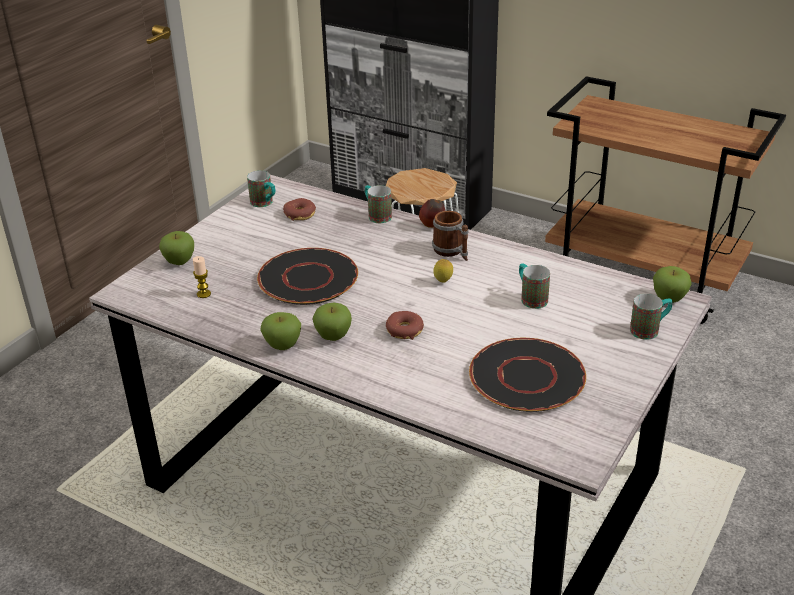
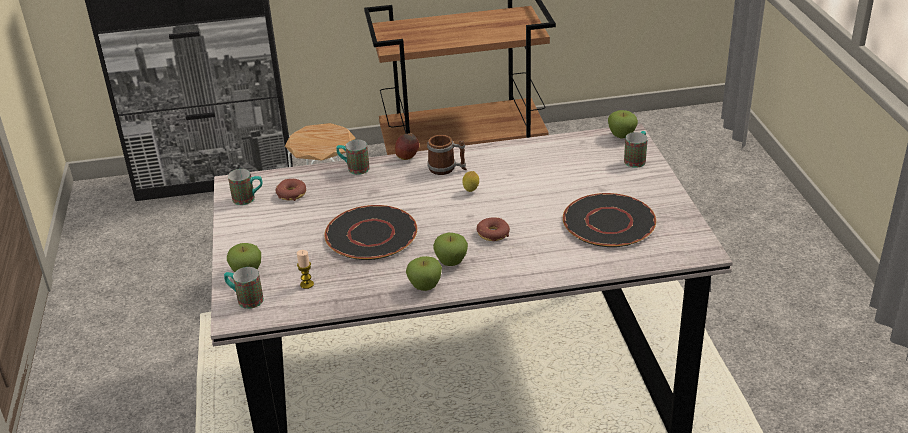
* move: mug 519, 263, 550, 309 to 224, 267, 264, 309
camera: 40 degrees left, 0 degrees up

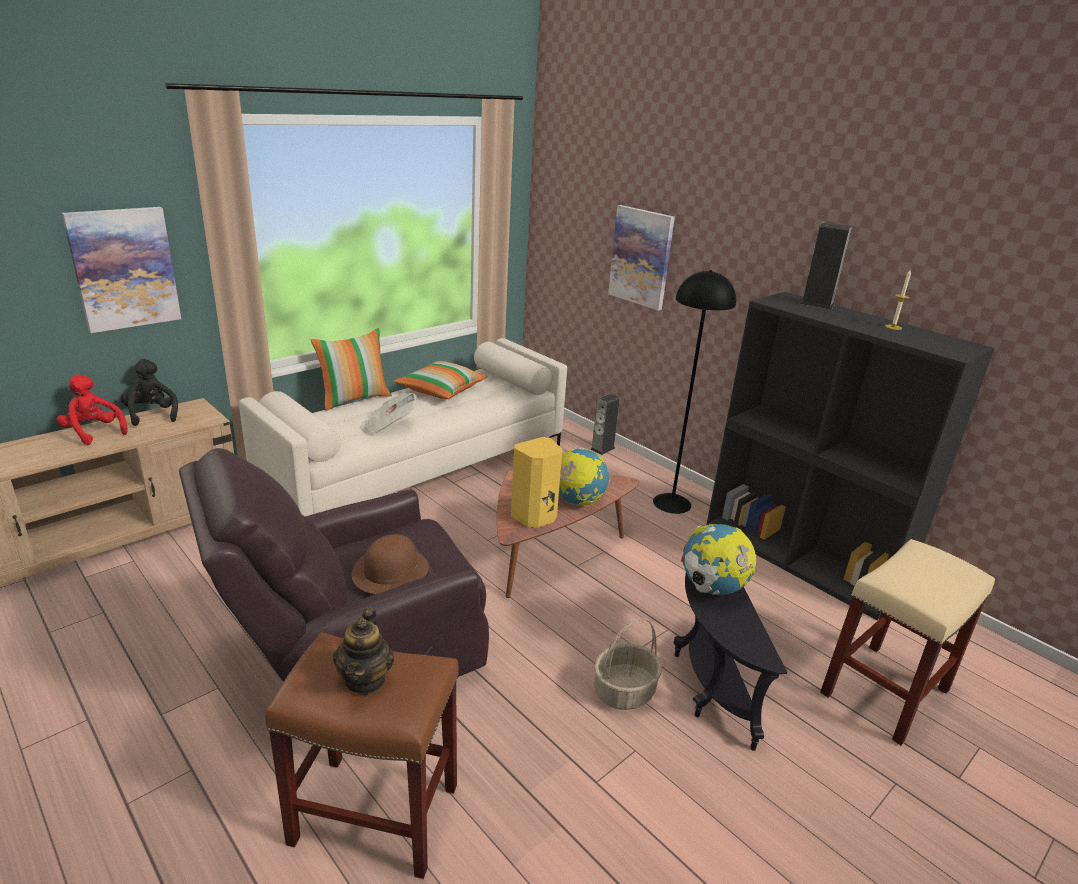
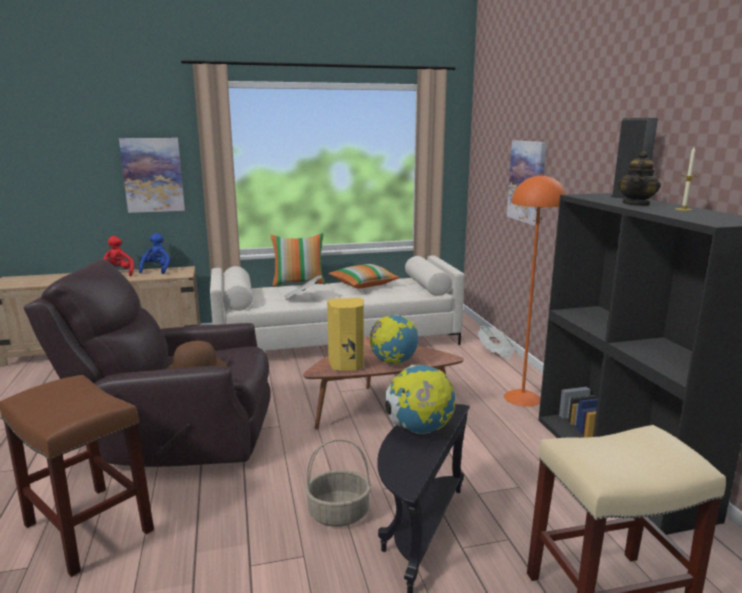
* move: teapot 333, 607, 394, 695 to 618, 151, 661, 206
* replace: speaker 590, 394, 620, 455 to newspaper 477, 326, 516, 359
* recolor: plush toy/black 120, 359, 178, 426 to plush toy/blue 139, 233, 170, 274
* recolor: floor lamp/black 653, 270, 736, 514 to floor lamp/orange 504, 174, 567, 407
camera: 30 degrees right, 10 degrees down

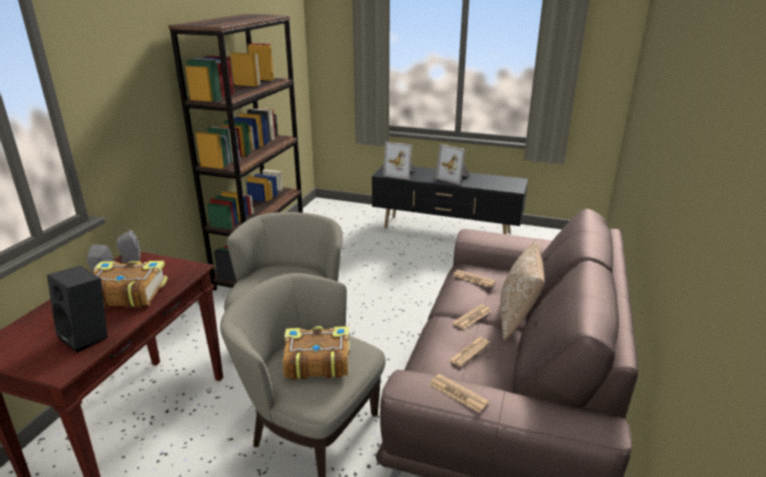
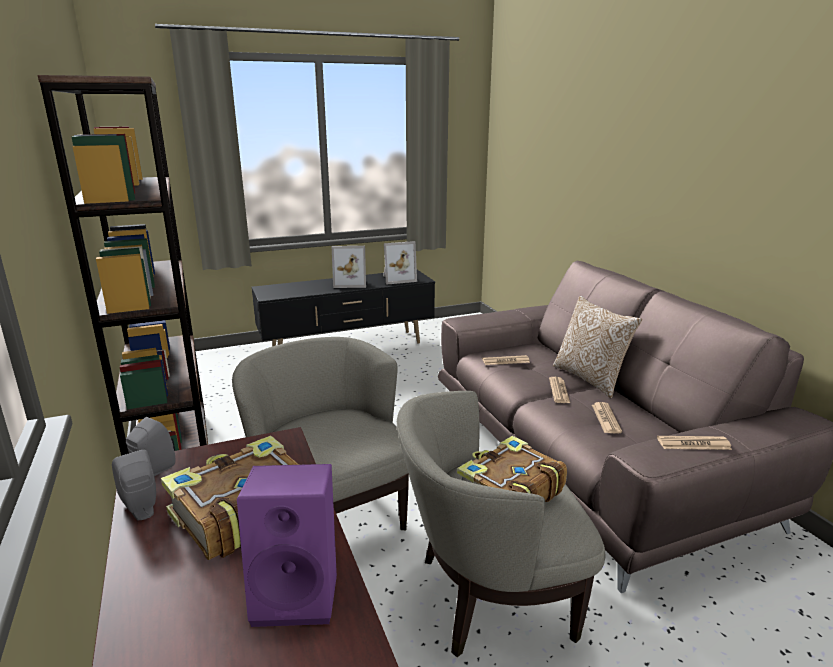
* move: picture frame 383, 142, 414, 180 to 383, 241, 417, 285
* recolor: speaker/black 47, 266, 108, 353 to speaker/purple 237, 464, 337, 627
camera: 40 degrees left, 5 degrees down

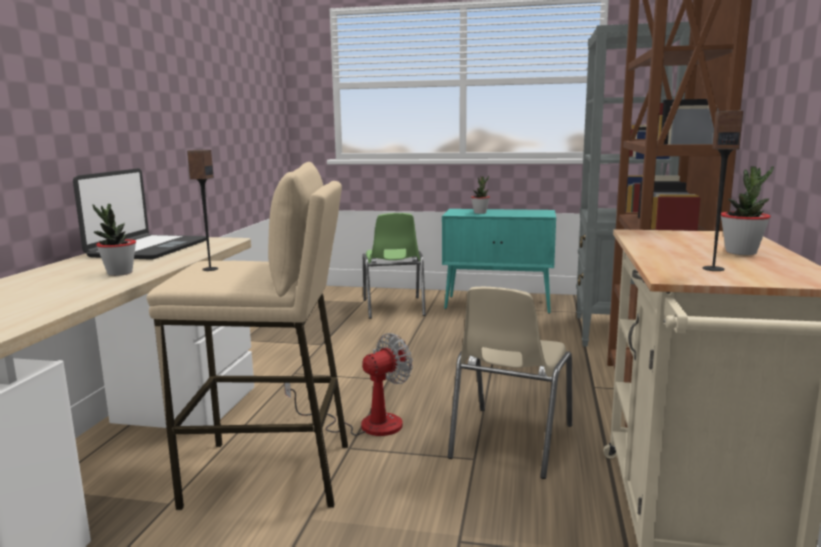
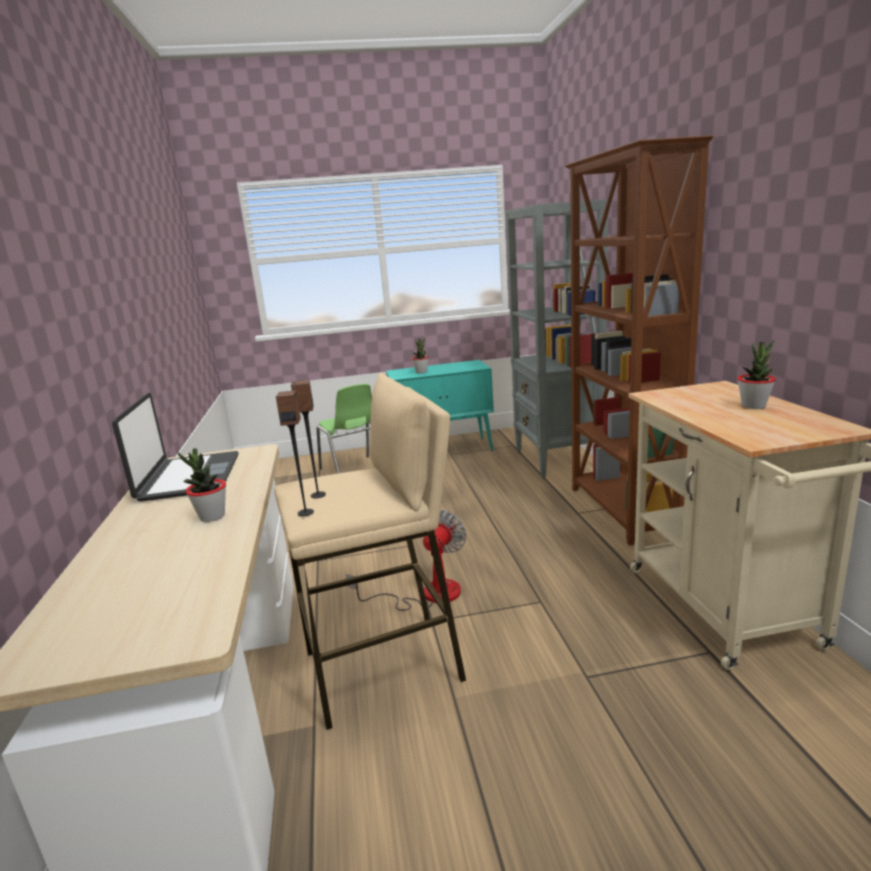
* delete: chair/beige 448, 287, 572, 479
* move: speaker 703, 111, 743, 271 to 276, 391, 314, 517
camera: 20 degrees left, 5 degrees up

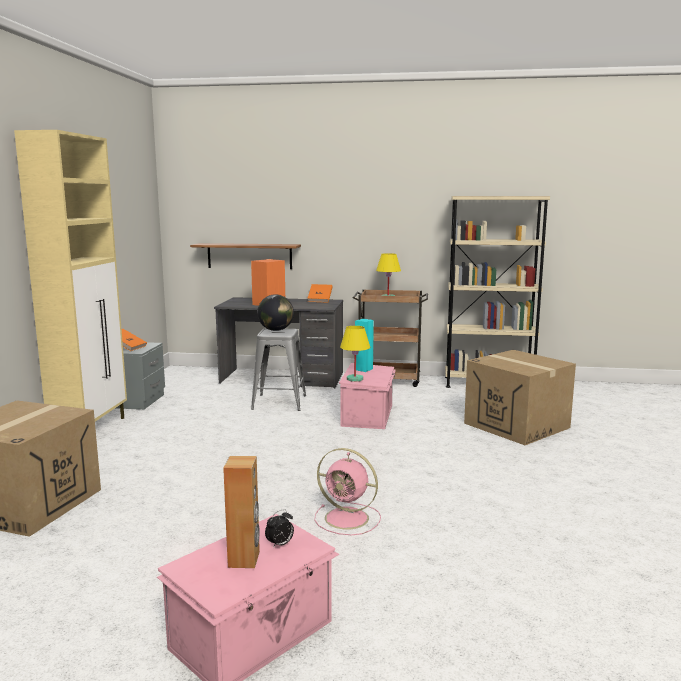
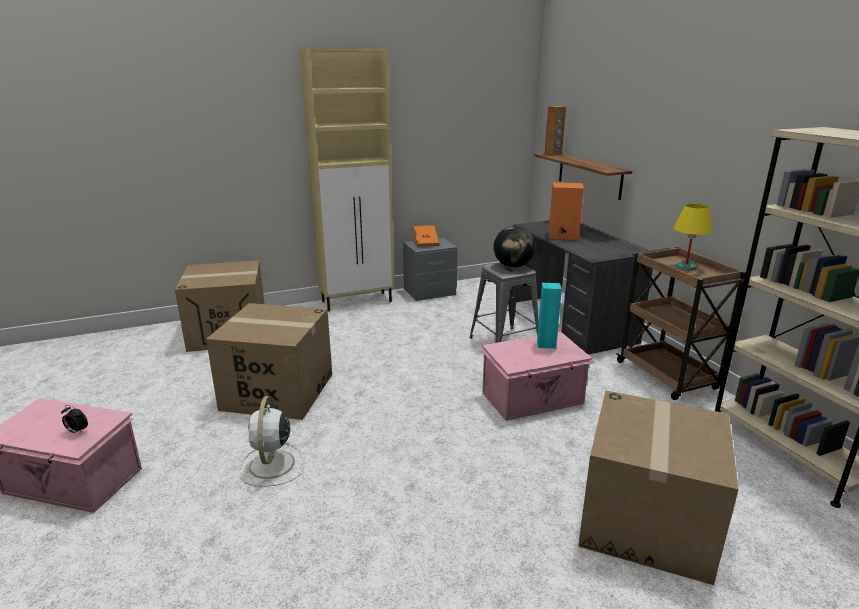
* delete: book/orange 308, 284, 333, 303
* delete: table lamp/yellow 340, 326, 370, 382
* insert: cardboard box 206, 303, 332, 420
* move: speaker/brown 223, 456, 260, 568 to 545, 106, 566, 156
* recolor: fan/pink 314, 448, 381, 536 to fan/white 239, 396, 304, 487
camera: 60 degrees right, 10 degrees up

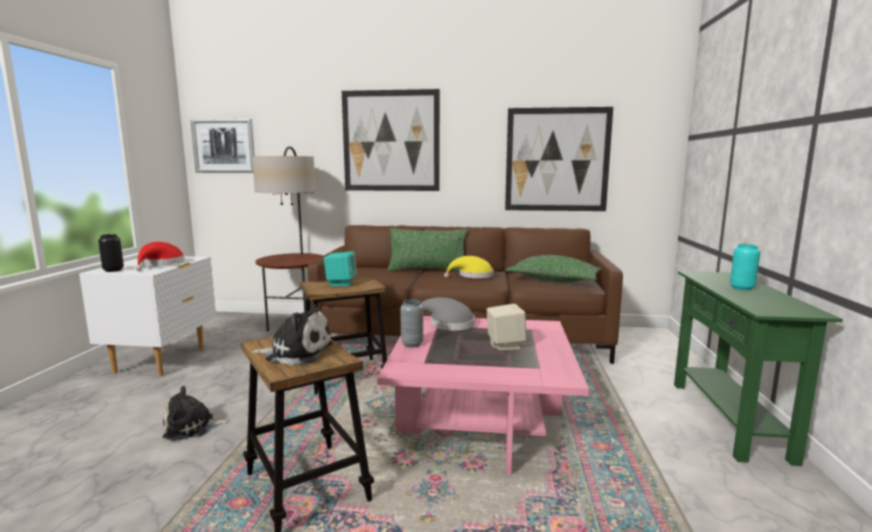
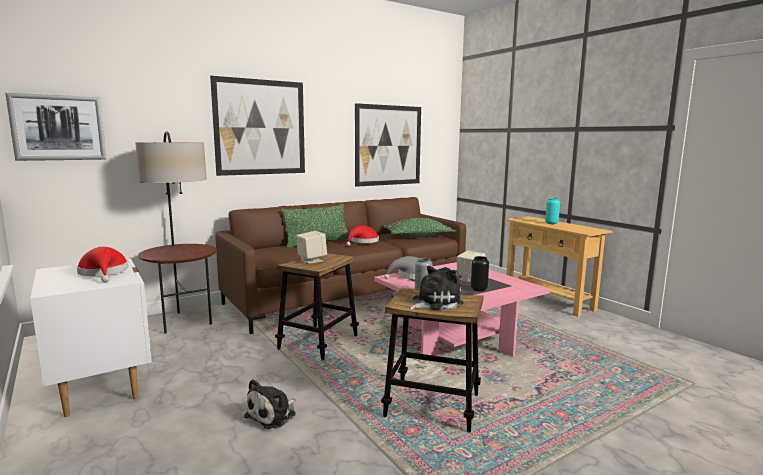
* move: vase/black 98, 234, 124, 272 to 471, 256, 489, 292
* recolor: speaker/turquoise 324, 251, 357, 286 to speaker/beige 296, 231, 327, 264
* recolor: hat/yellow 444, 256, 493, 278 to hat/red 346, 225, 379, 246
* recolor: console table/green 674, 271, 843, 466 to console table/beige 504, 216, 613, 317
camera: 40 degrees left, 0 degrees up

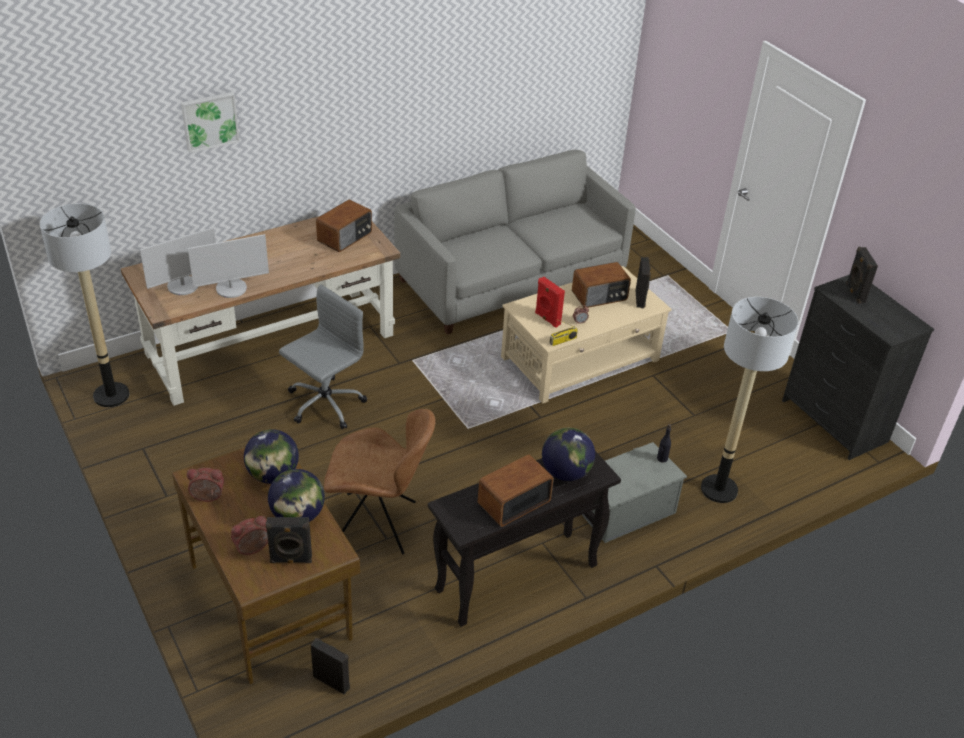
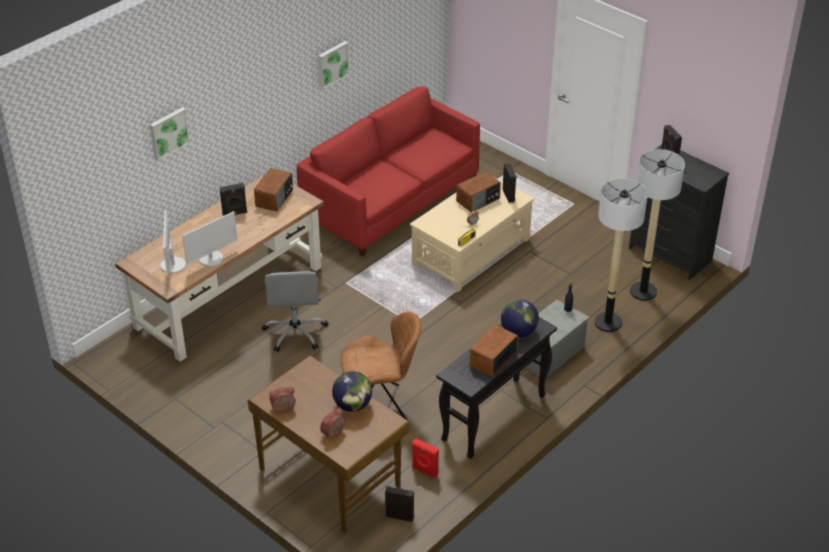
* delete: globe 244, 429, 299, 484
* insert: picture 318, 41, 350, 90
* move: floor lamp 40, 204, 129, 407 to 630, 149, 685, 301
* move: speaker/black 265, 517, 312, 563 to 219, 183, 247, 216
* move: speaker/red 535, 277, 565, 328 to 412, 438, 439, 478
* recolor: sofa/grey 394, 150, 636, 335 to sofa/red 297, 86, 480, 257
* rotate: monitor 140, 228, 216, 295 = 161, 210, 186, 277 135 degrees clockwise
* rotate: office chair/grey 279, 284, 367, 429 = 262, 271, 328, 352 150 degrees clockwise
camera: 15 degrees left, 0 degrees up

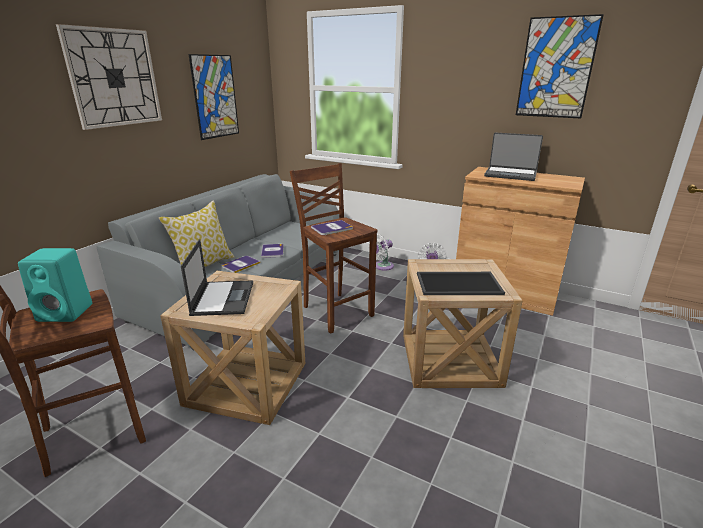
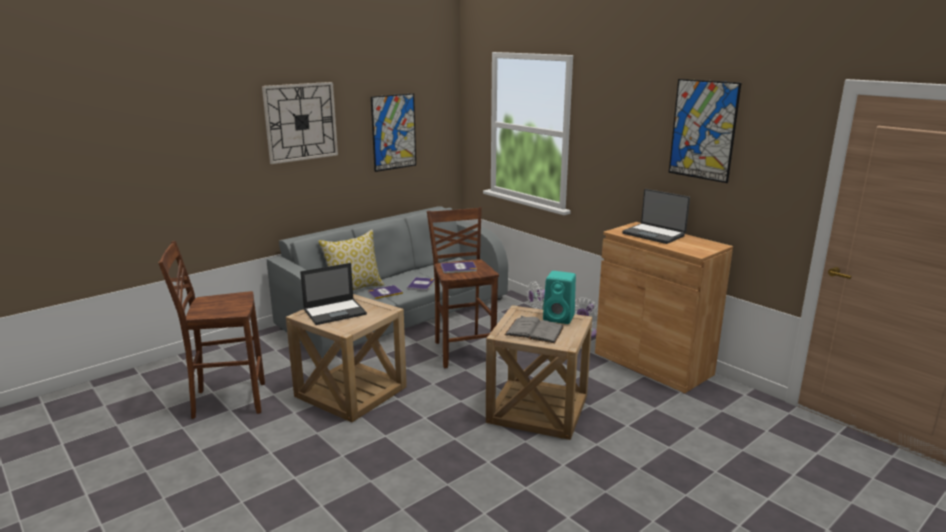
* move: speaker/turquoise 18, 248, 92, 322 to 543, 271, 576, 324
* replace: tray 417, 272, 505, 295 to book/grey 505, 316, 564, 343
* rotate: laptop 181, 239, 253, 316 = 300, 263, 367, 325 45 degrees clockwise
camera: 20 degrees right, 5 degrees down

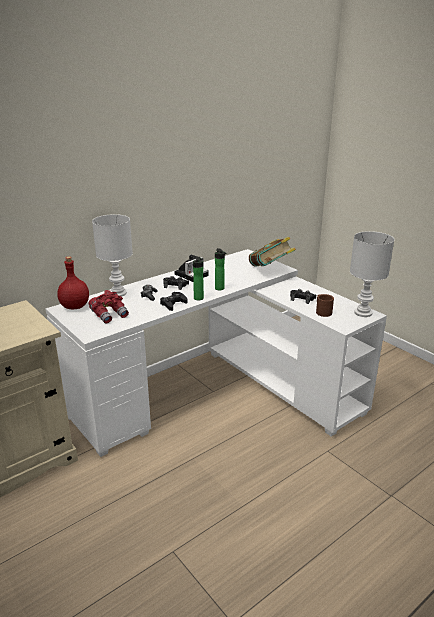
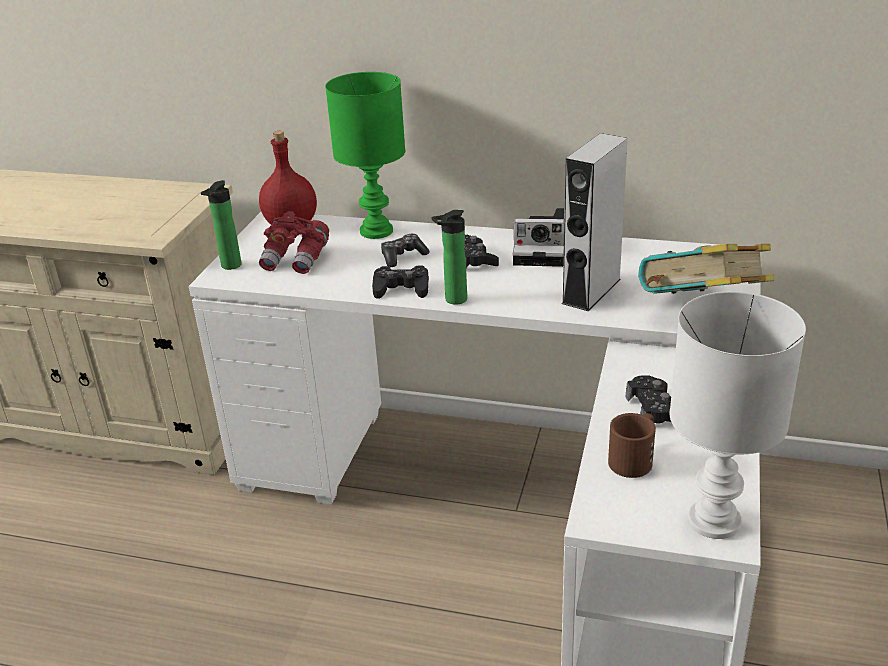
* insert: speaker/grey 562, 133, 628, 311
* move: bottle 215, 248, 227, 290 to 201, 180, 242, 270
* recolor: table lamp/white 92, 214, 133, 297 to table lamp/green 325, 72, 405, 239
camera: 55 degrees right, 5 degrees up

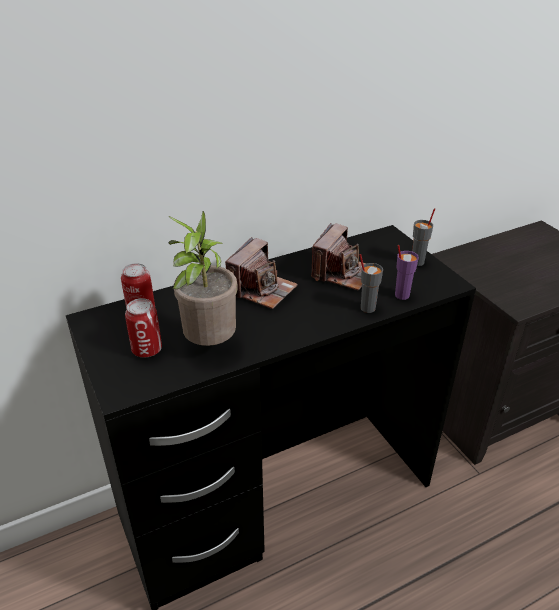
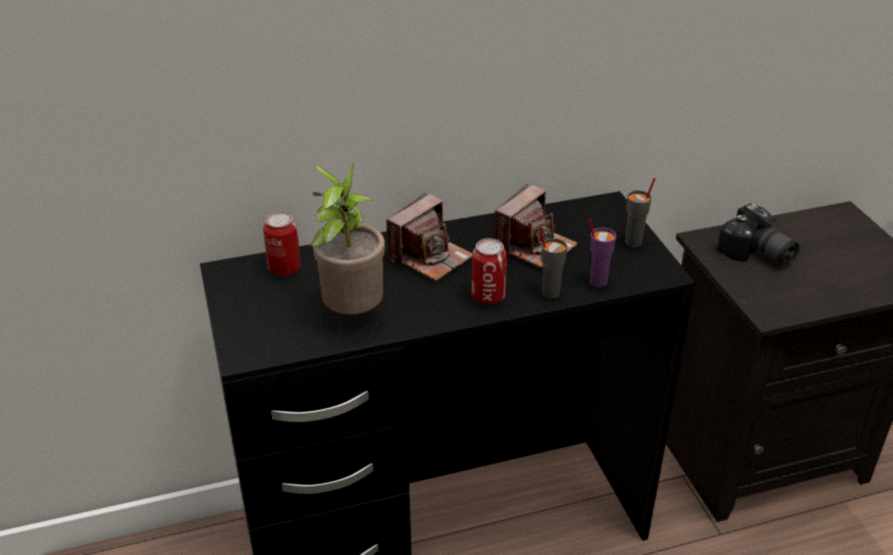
* insert: photo camera 717, 203, 800, 265
* move: can 125, 298, 162, 358 to 471, 238, 507, 304
camera: 10 degrees right, 0 degrees up

